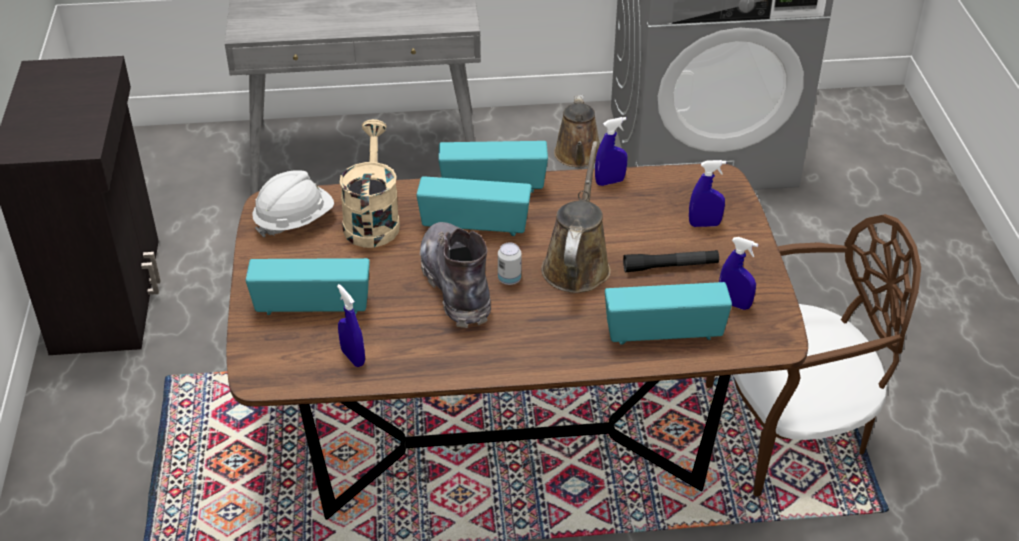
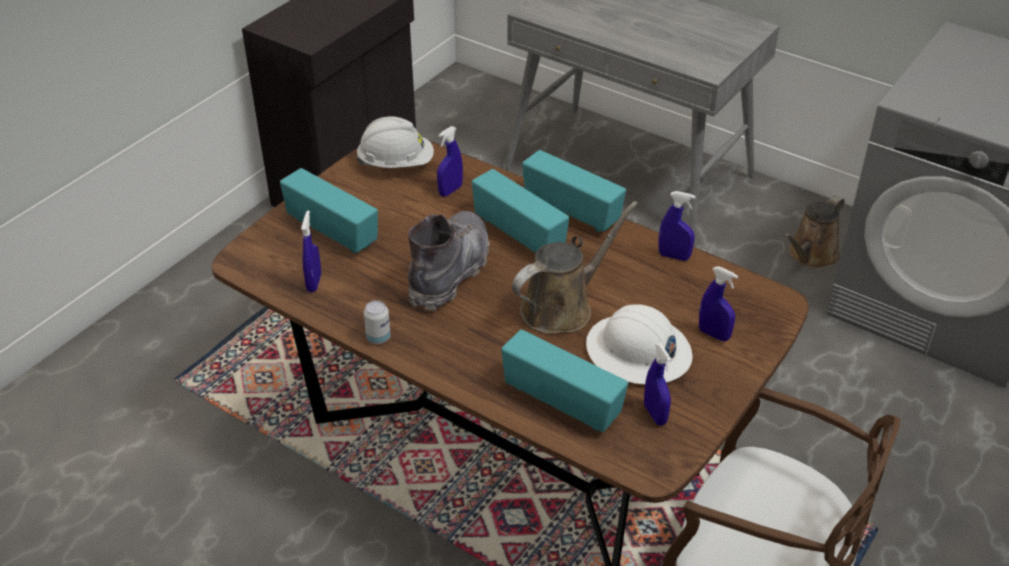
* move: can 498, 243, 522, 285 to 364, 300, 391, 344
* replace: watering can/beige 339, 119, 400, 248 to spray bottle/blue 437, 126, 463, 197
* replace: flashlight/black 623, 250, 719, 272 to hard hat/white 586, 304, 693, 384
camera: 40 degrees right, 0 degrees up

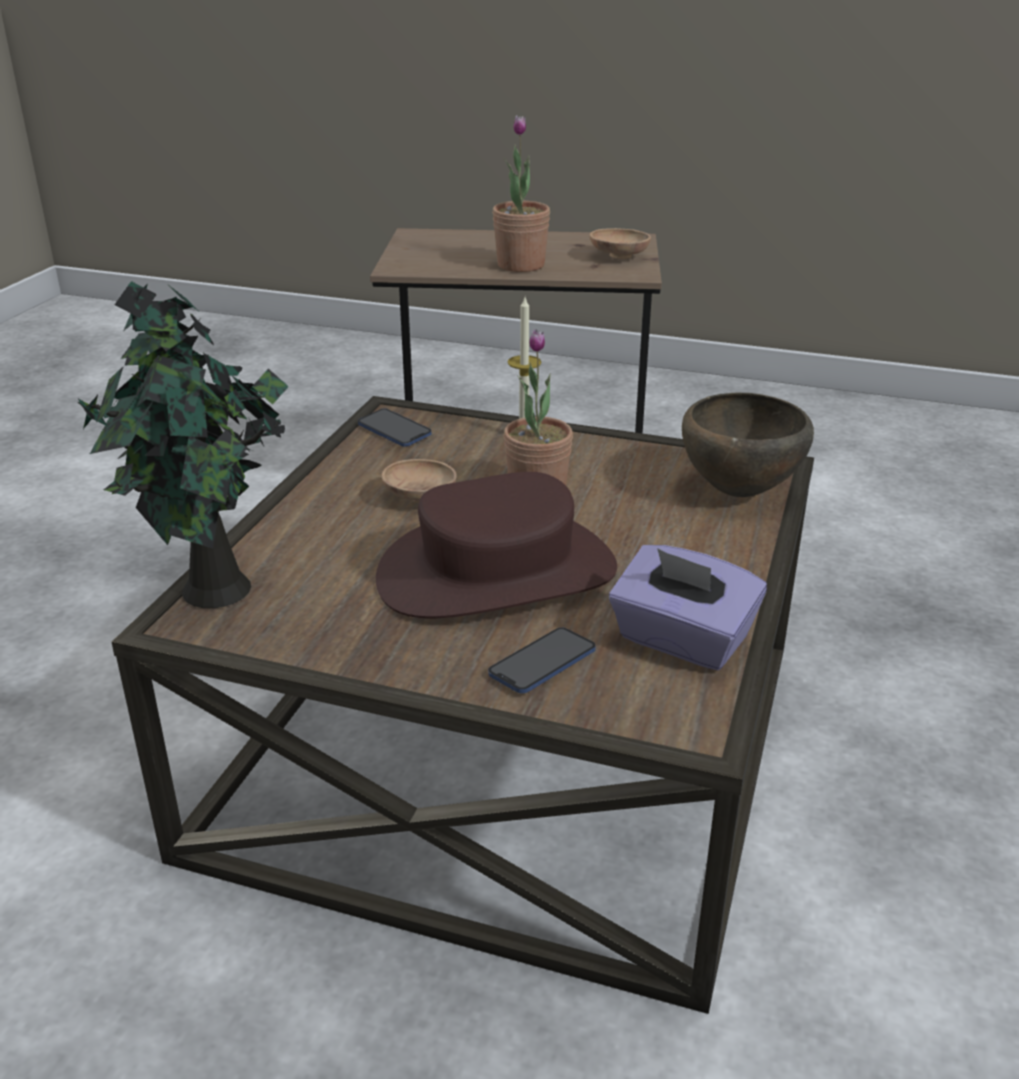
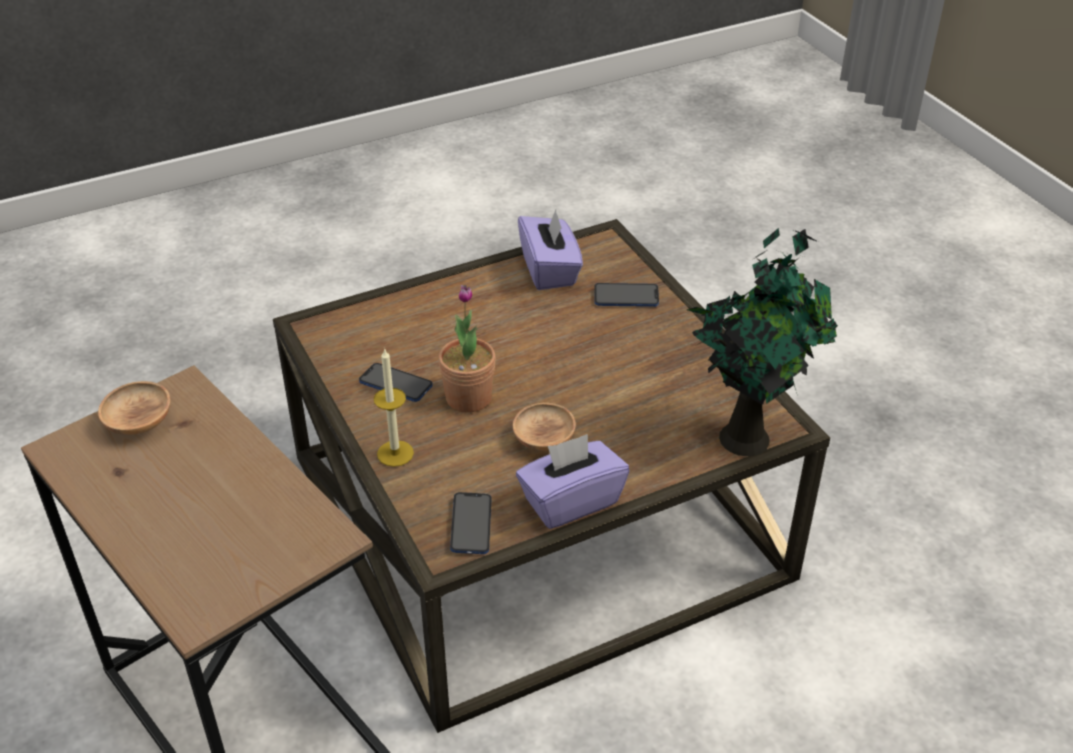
* delete: hat/brown 376, 472, 617, 618
* delete: potted plant 492, 115, 550, 272
* delete: bowl/brown 682, 393, 814, 497
* insert: phone 359, 363, 432, 402
* insert: tissue box/purple 516, 434, 629, 529
camera: 135 degrees left, 10 degrees up

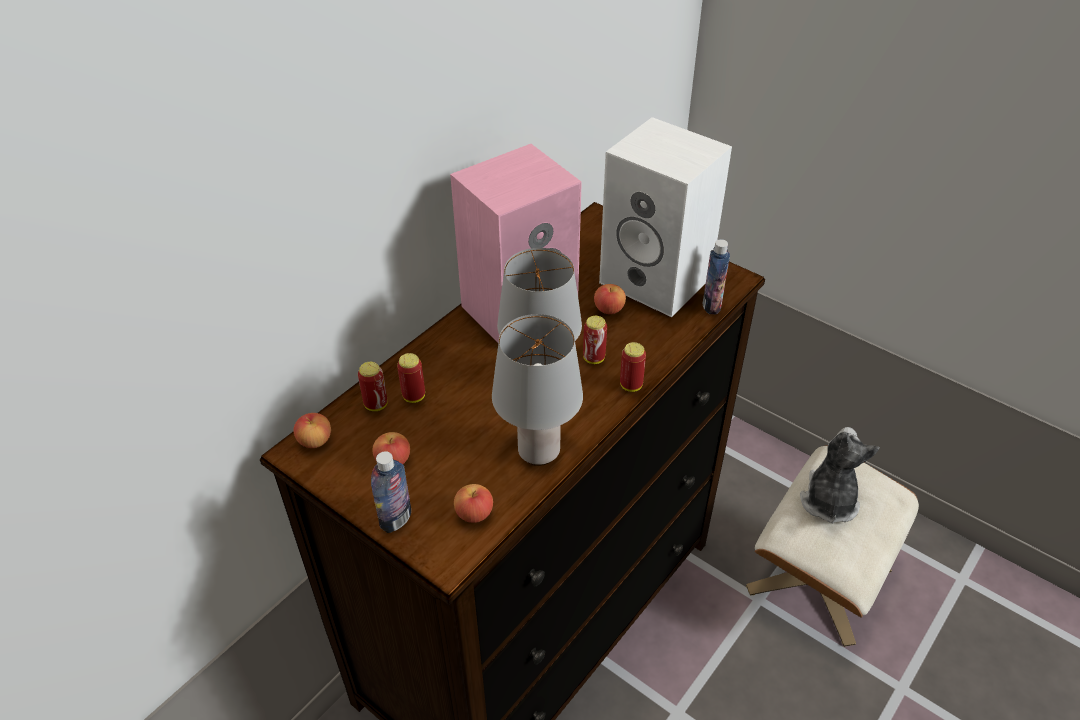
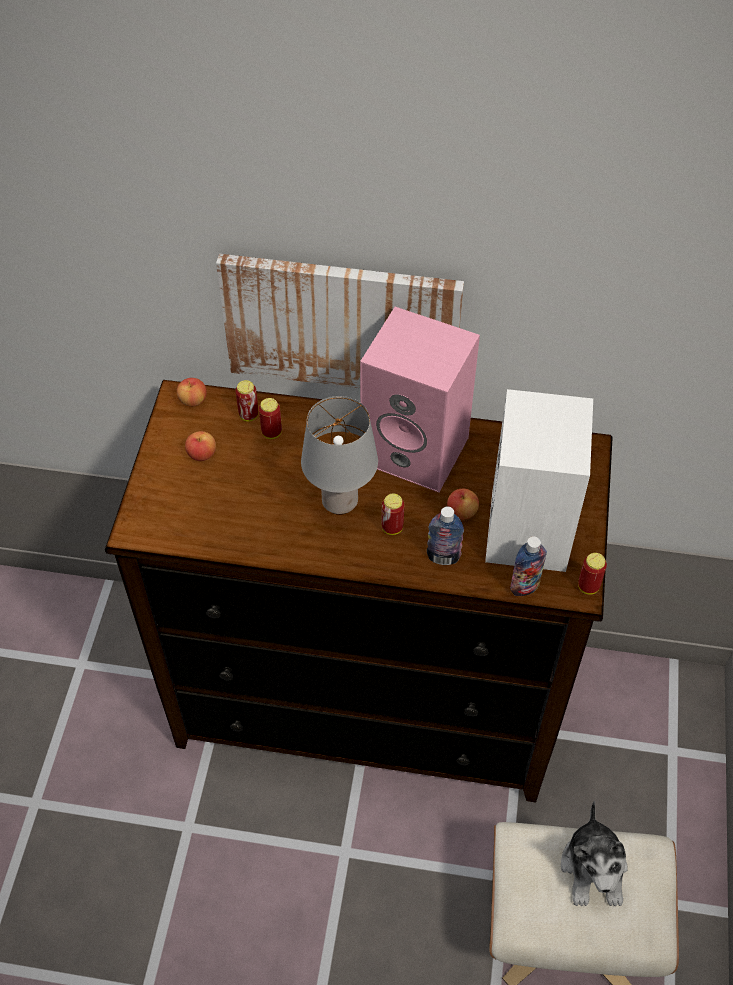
* delete: apple 454, 484, 493, 523
* delete: table lamp/grey 492, 314, 583, 466
* insert: picture 216, 254, 464, 388
* move: bottle 371, 451, 411, 533 to 427, 507, 464, 565
* move: can 620, 342, 646, 392 to 578, 553, 607, 595
* rotate: plush toy 800, 427, 880, 524 = 561, 801, 628, 906 105 degrees clockwise
camera: 60 degrees right, 10 degrees up

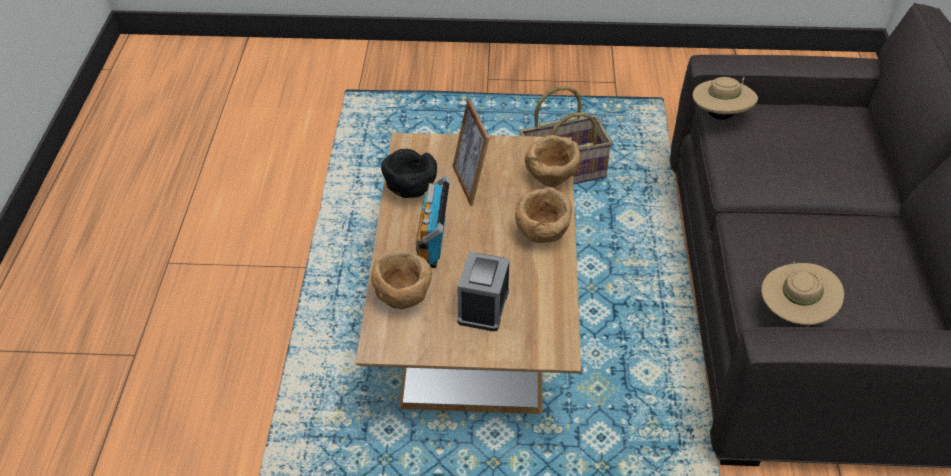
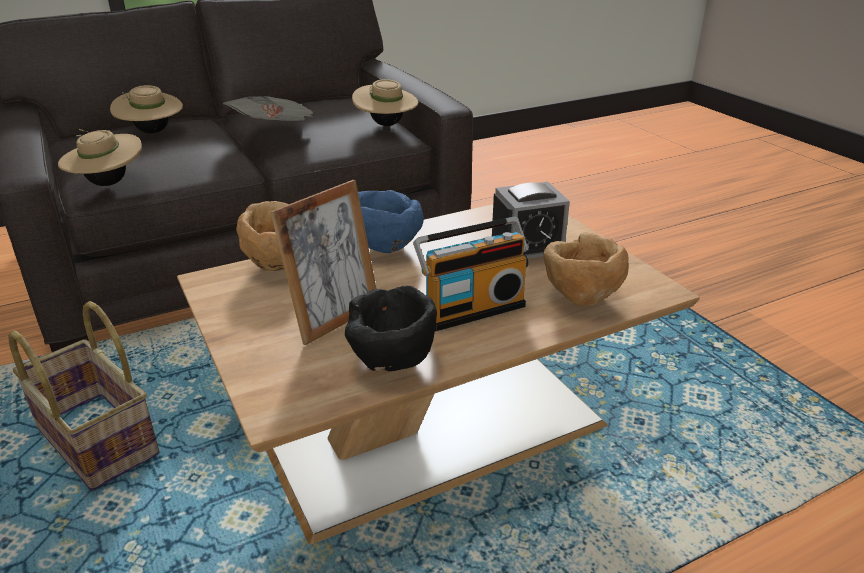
* insert: hat/beige 110, 85, 183, 133
* insert: newspaper 223, 96, 314, 121
* recolor: bowl/brown 515, 187, 572, 243 to bowl/blue 358, 190, 424, 253
camera: 120 degrees left, 15 degrees down

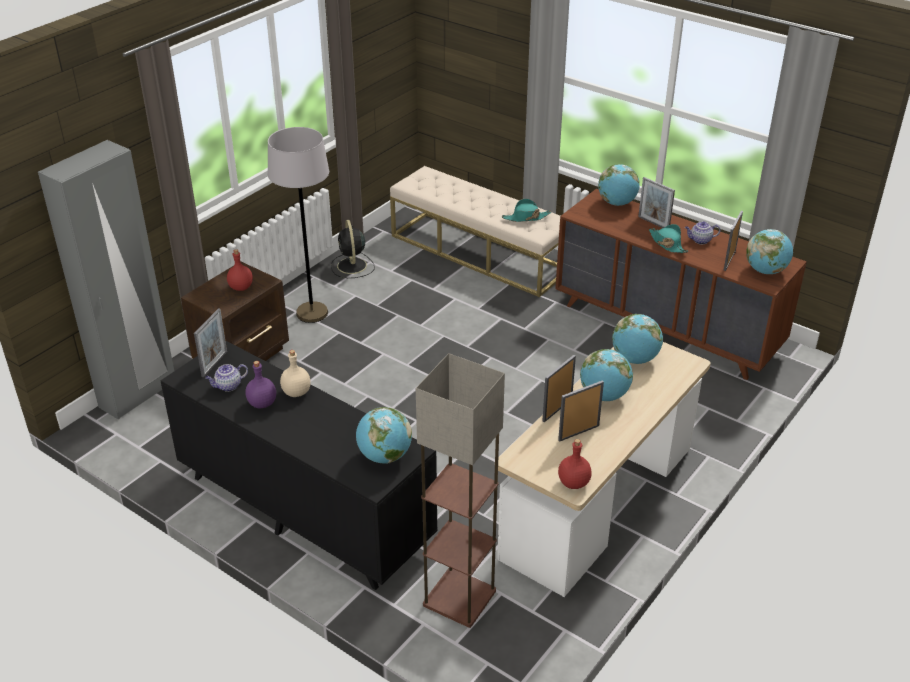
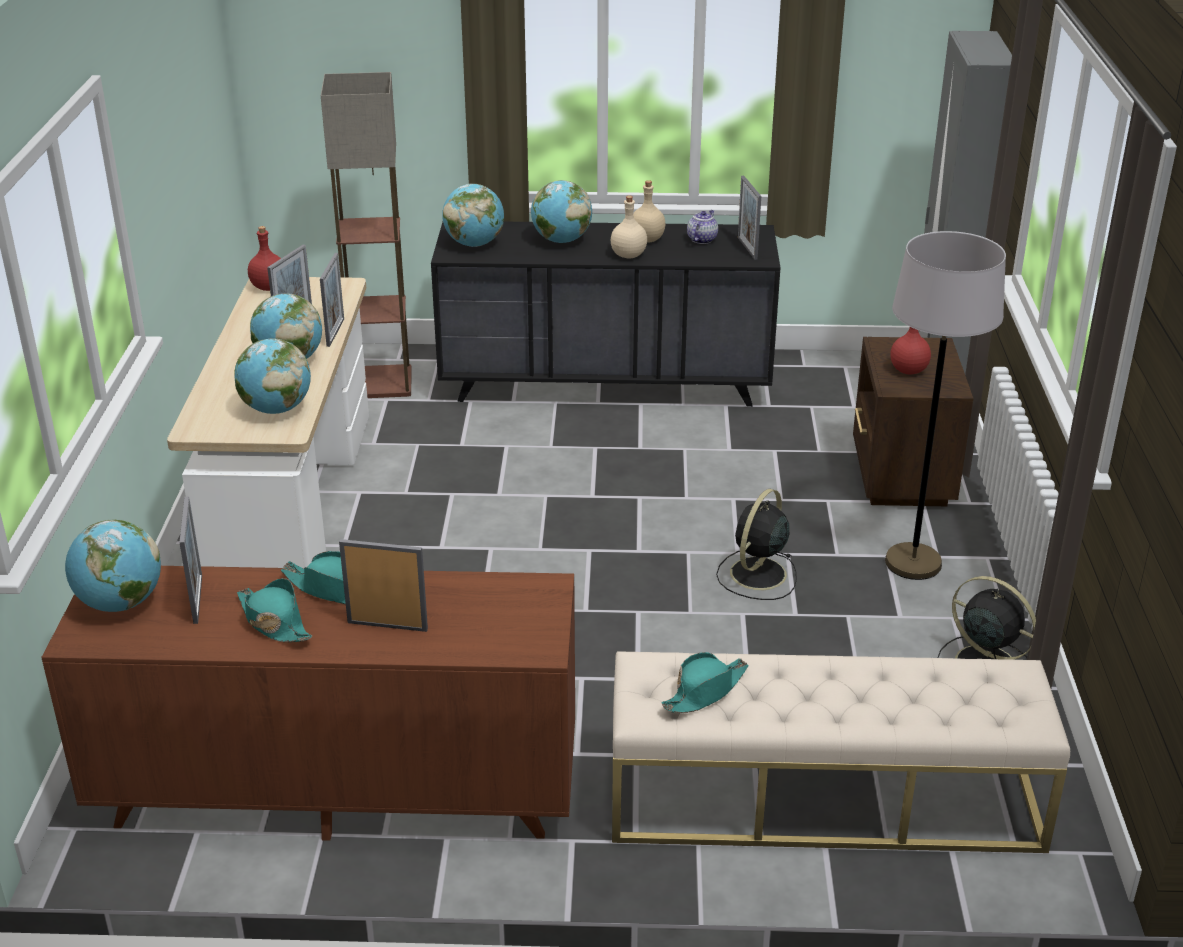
* insert: fan/black 716, 489, 797, 600
* move: globe 598, 164, 640, 206 to 531, 180, 592, 243
* replace: teapot 685, 221, 720, 244 to hat/turquoise 237, 578, 312, 642
* recolor: bottle/purple 245, 361, 276, 409 to bottle/beige 633, 180, 666, 242
camera: 145 degrees right, 5 degrees down

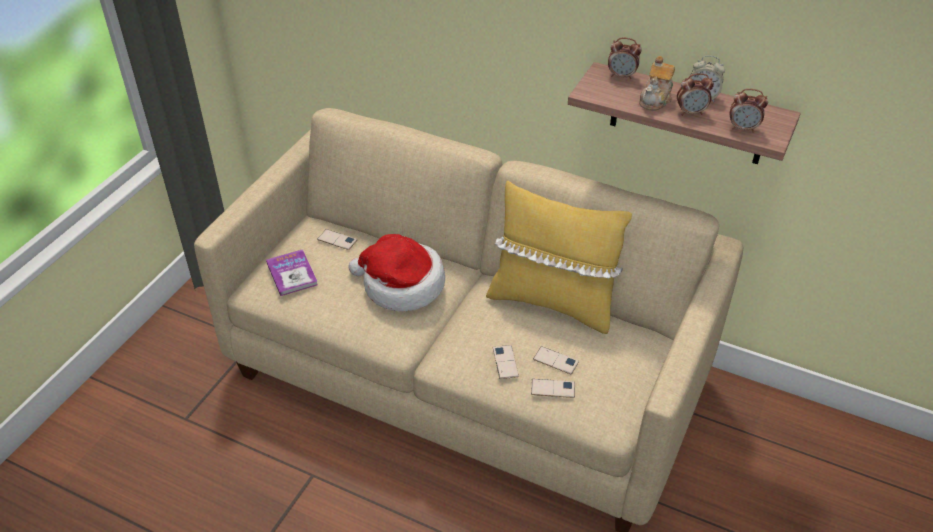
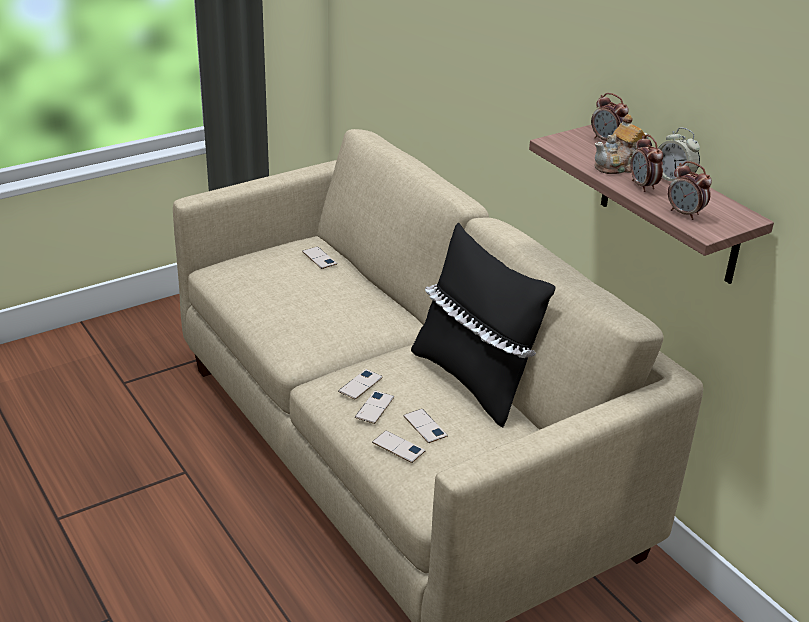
* delete: book 266, 249, 318, 296
* delete: hat 348, 234, 445, 312
* insert: phone 338, 369, 383, 399
* recolor: pillow/yellow 486, 181, 632, 334 to pillow/black 411, 223, 556, 427
* rotate: alarm clock 677, 73, 714, 116 = 630, 135, 663, 192 45 degrees clockwise
camera: 30 degrees right, 10 degrees down

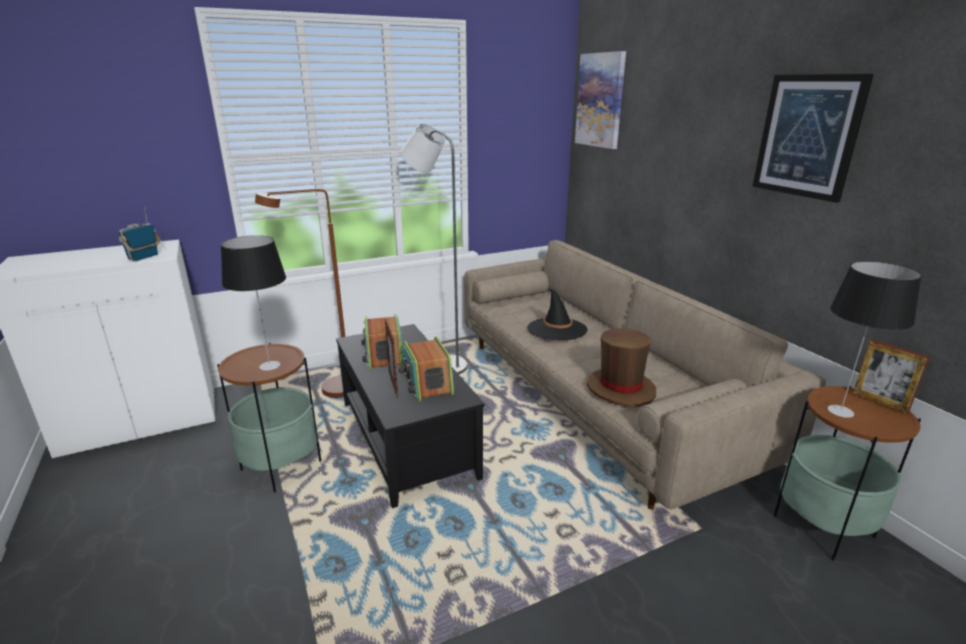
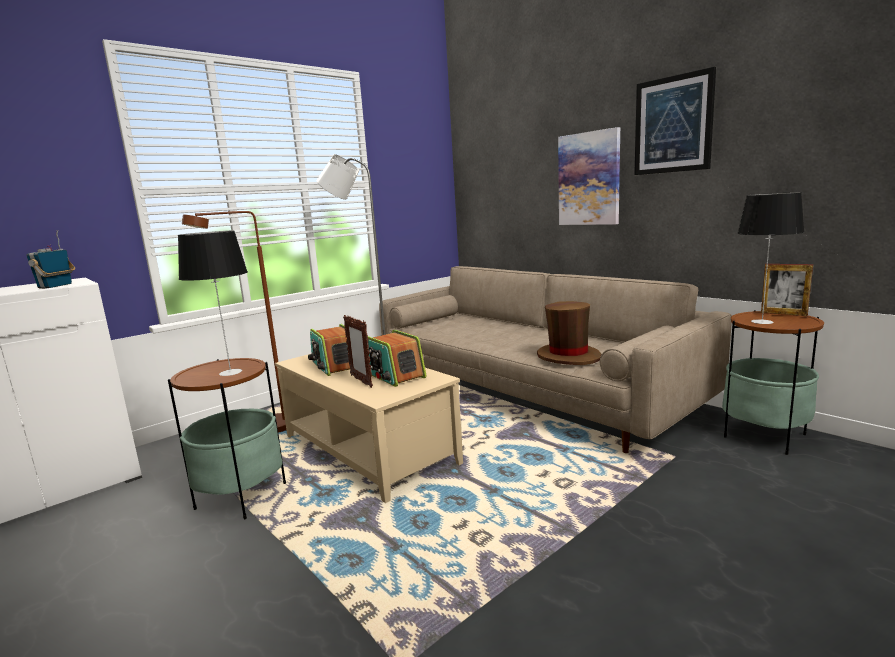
* delete: hat/black 527, 287, 588, 340
* move: picture 575, 51, 626, 149 to 558, 127, 620, 225
* recolor: coffee table/black 336, 324, 485, 508 to coffee table/beige 275, 354, 463, 503
camera: 15 degrees left, 10 degrees down

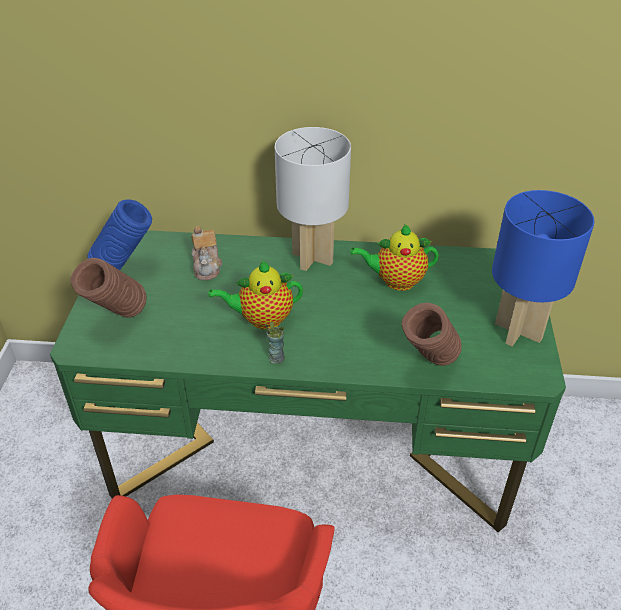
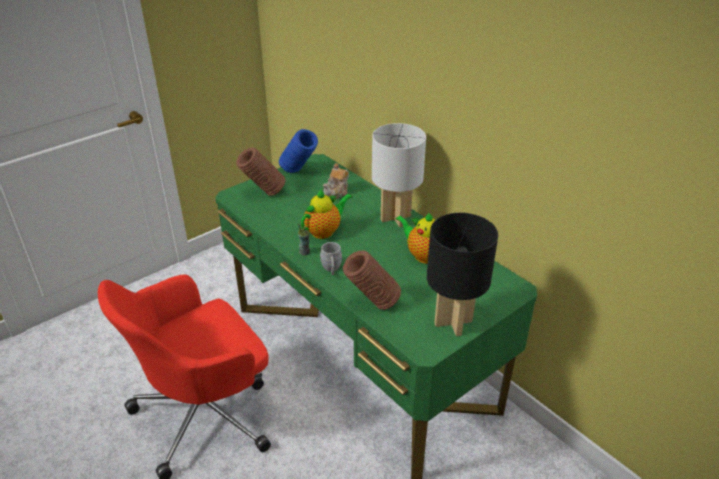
* insert: mug/grey 320, 242, 342, 275
* recolor: table lamp/blue 492, 190, 595, 346 to table lamp/black 427, 213, 498, 336
* rotate: teapot 208, 260, 303, 329 = 301, 190, 352, 239 105 degrees clockwise
camera: 45 degrees right, 5 degrees down

